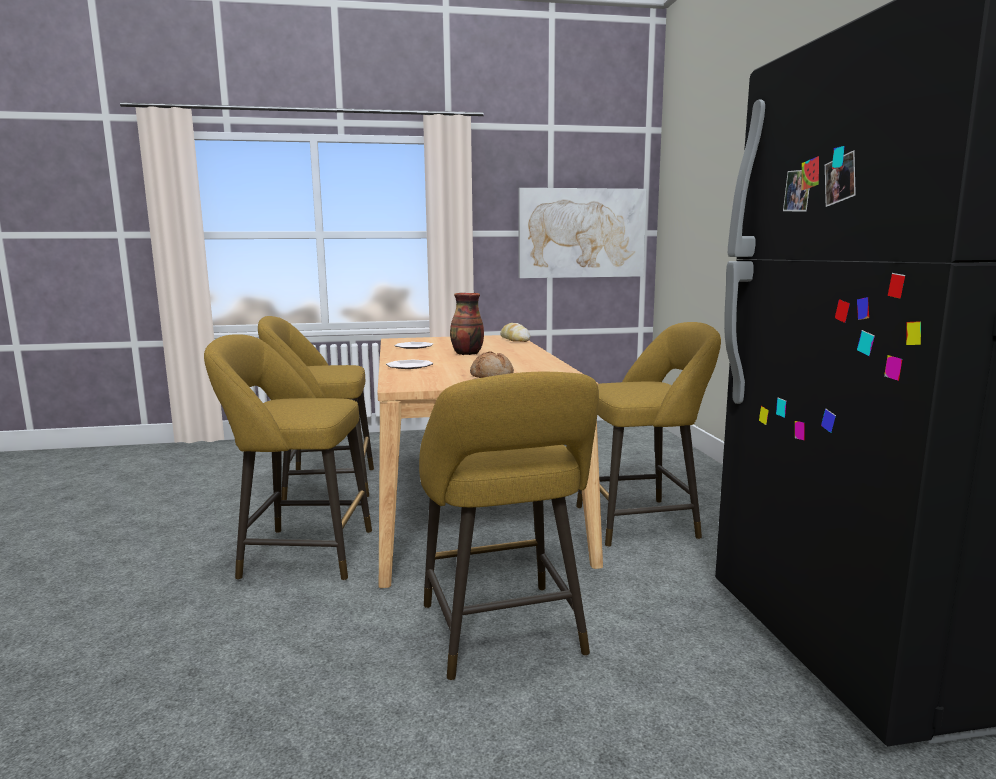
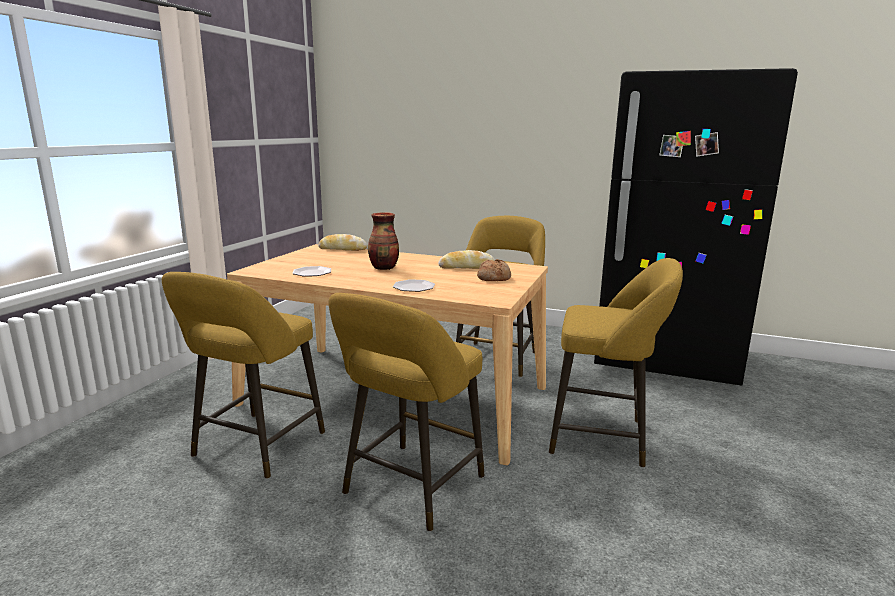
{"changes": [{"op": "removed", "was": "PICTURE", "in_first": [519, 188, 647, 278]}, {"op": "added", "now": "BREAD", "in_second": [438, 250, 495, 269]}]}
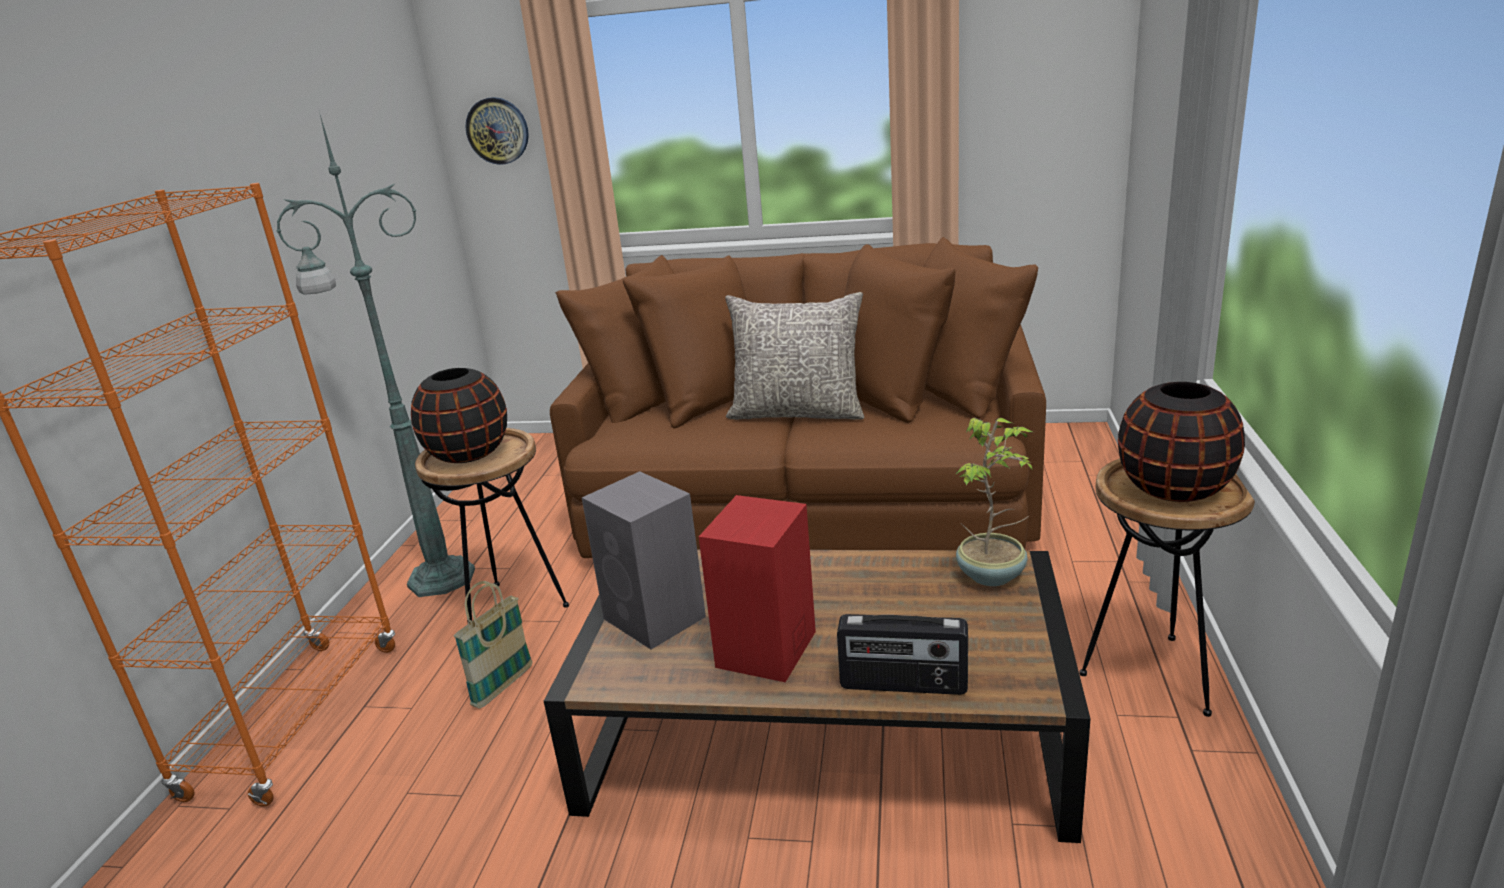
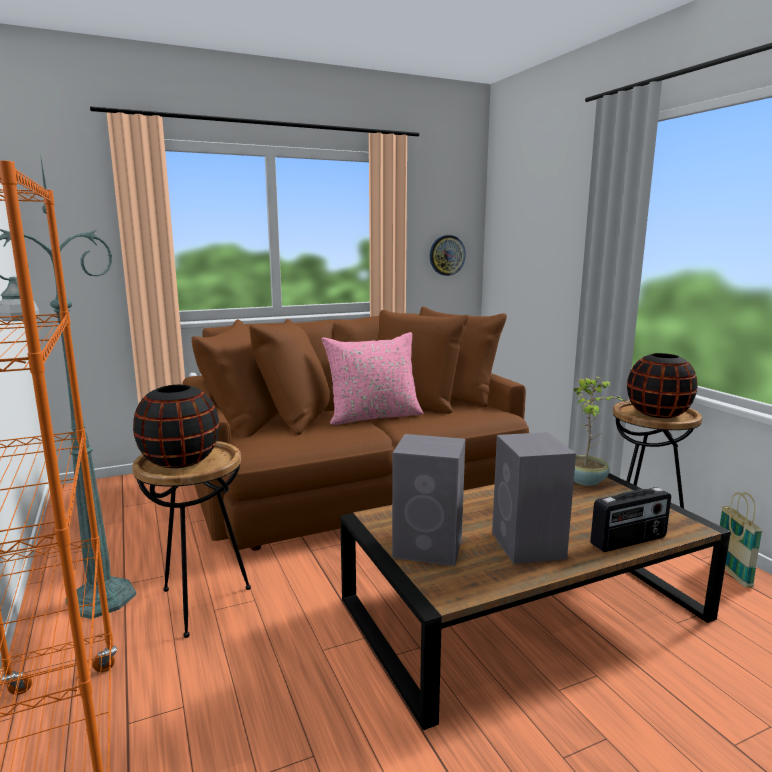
{"changes": [{"op": "moved", "was": "BASKET", "in_first": [454, 581, 532, 708], "in_second": [720, 492, 763, 587]}, {"op": "moved", "was": "WALL CLOCK", "in_first": [466, 97, 529, 165], "in_second": [430, 235, 466, 276]}, {"op": "recoloured", "was": "RED SPEAKER", "now": "GREY SPEAKER", "in_first": [699, 495, 816, 682], "in_second": [492, 432, 576, 564]}, {"op": "recoloured", "was": "GREY PILLOW", "now": "PINK PILLOW", "in_first": [725, 292, 864, 420], "in_second": [321, 332, 423, 425]}]}
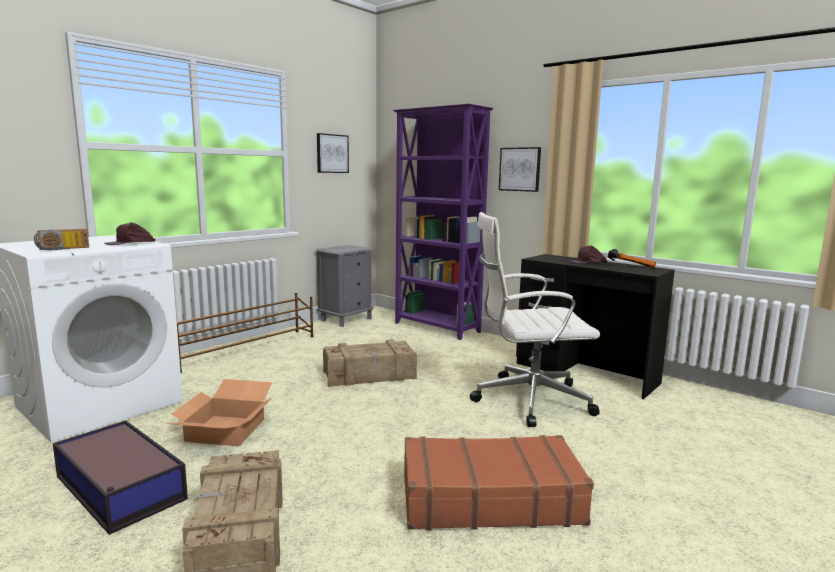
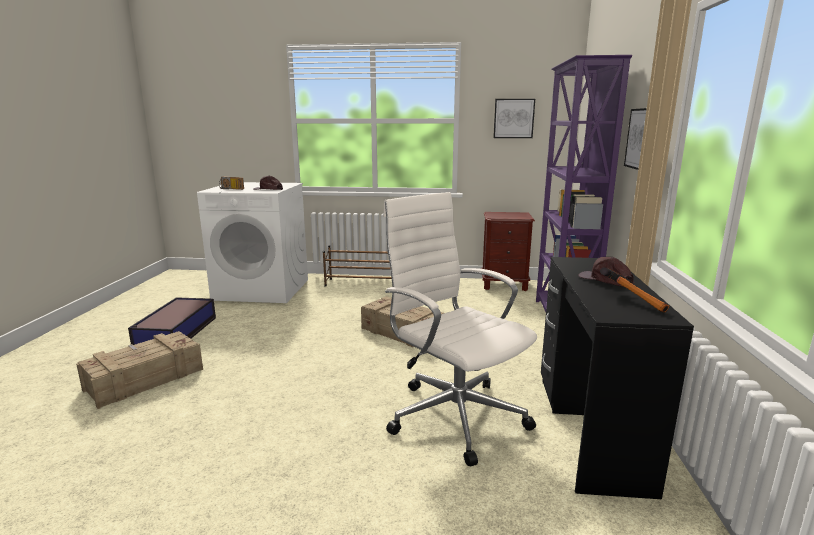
{"changes": [{"op": "removed", "was": "CARDBOARD BOX", "in_first": [167, 379, 273, 446]}, {"op": "removed", "was": "BROWN SUITCASE", "in_first": [404, 435, 594, 530]}, {"op": "recoloured", "was": "GREY NIGHTSTAND", "now": "BROWN NIGHTSTAND", "in_first": [316, 245, 373, 327], "in_second": [481, 212, 535, 291]}]}
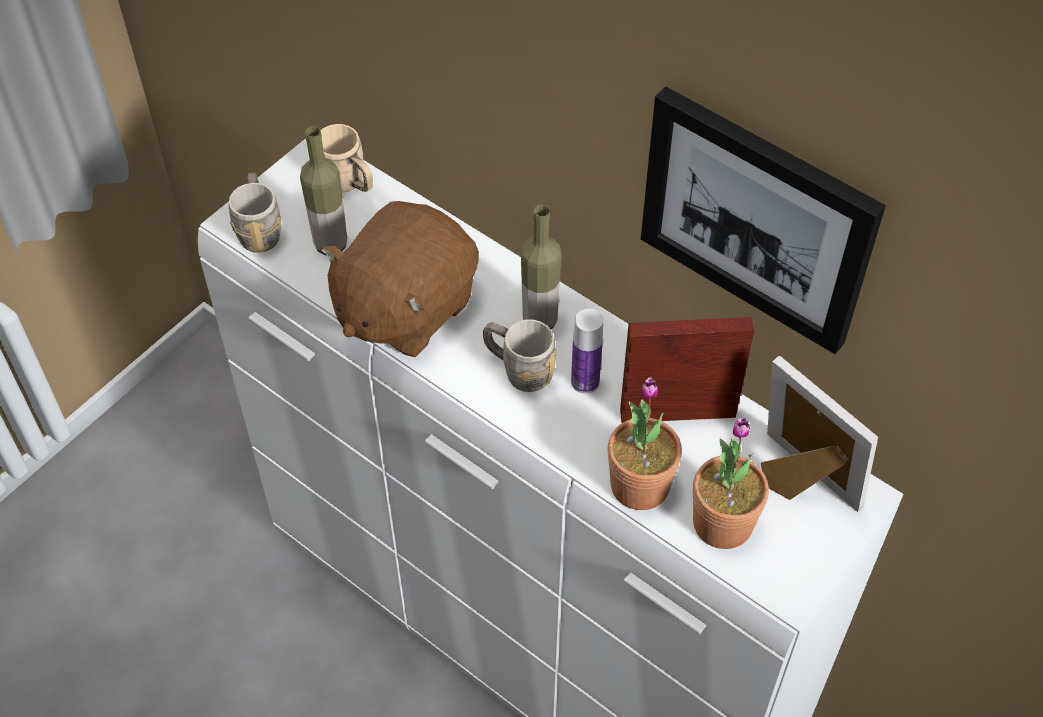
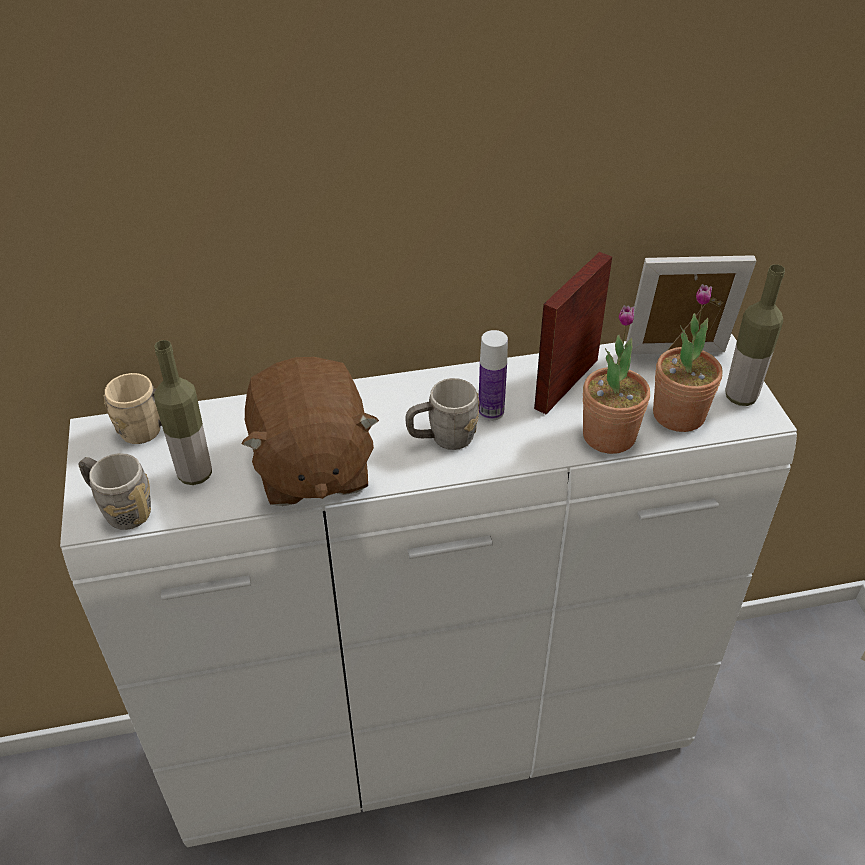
{"changes": [{"op": "removed", "was": "PICTURE", "in_first": [641, 86, 886, 354]}, {"op": "moved", "was": "BOTTLE", "in_first": [521, 205, 561, 329], "in_second": [726, 264, 785, 406]}]}
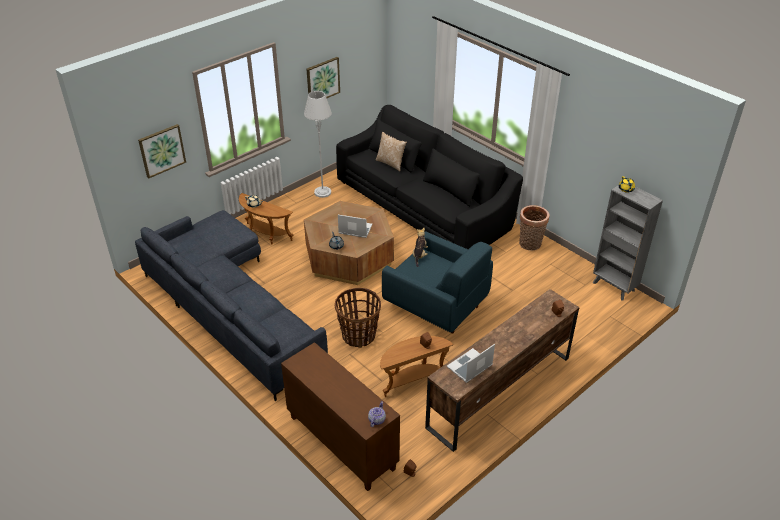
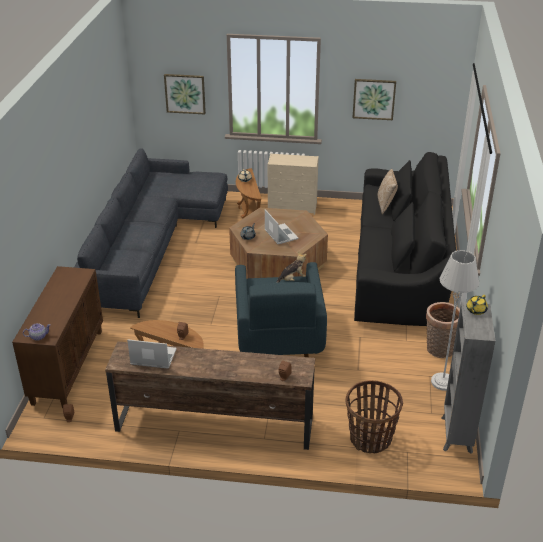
{"changes": [{"op": "added", "now": "BEIGE DRESSER", "in_second": [268, 153, 319, 215]}, {"op": "moved", "was": "GREY FLOOR LAMP", "in_first": [304, 91, 332, 198], "in_second": [431, 250, 479, 391]}, {"op": "moved", "was": "BASKET", "in_first": [335, 288, 381, 348], "in_second": [345, 380, 403, 453]}]}
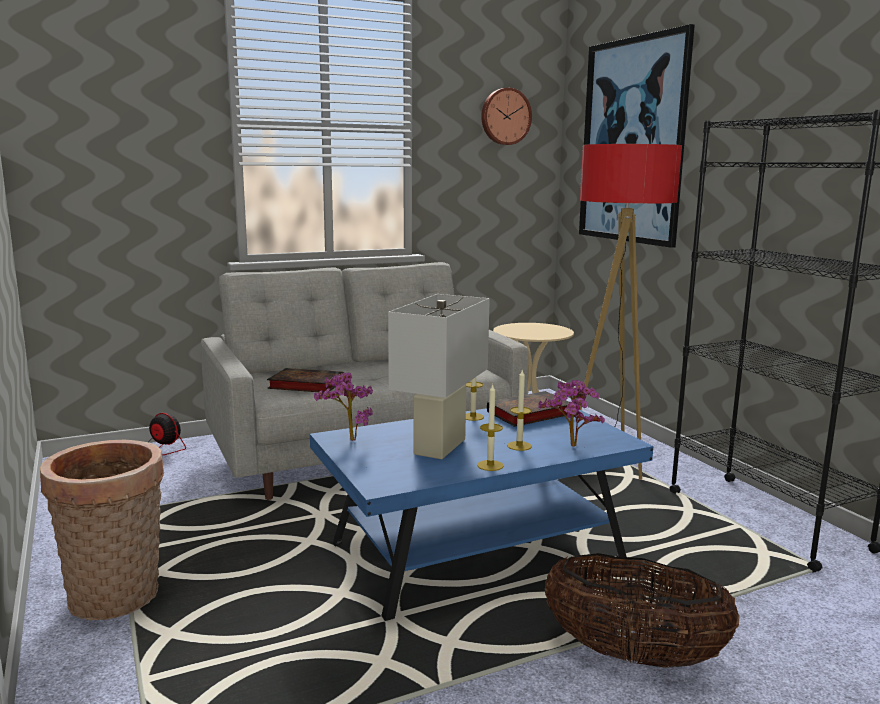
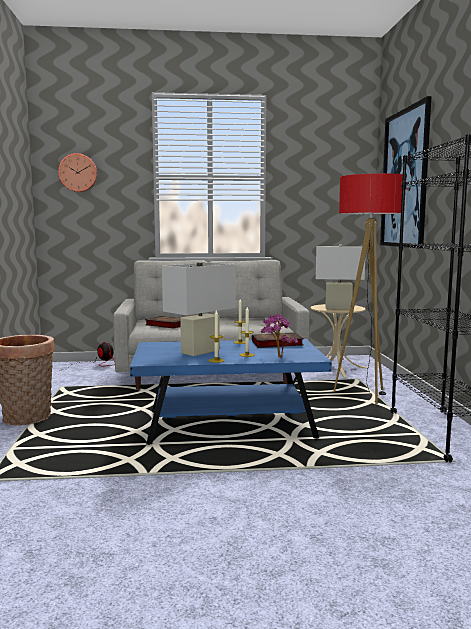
{"changes": [{"op": "removed", "was": "POTTED PLANT", "in_first": [314, 373, 373, 441]}, {"op": "removed", "was": "BASKET", "in_first": [545, 553, 740, 668]}, {"op": "added", "now": "WHITE TABLE LAMP", "in_second": [316, 245, 365, 310]}, {"op": "moved", "was": "WALL CLOCK", "in_first": [481, 88, 532, 145], "in_second": [58, 153, 97, 192]}]}
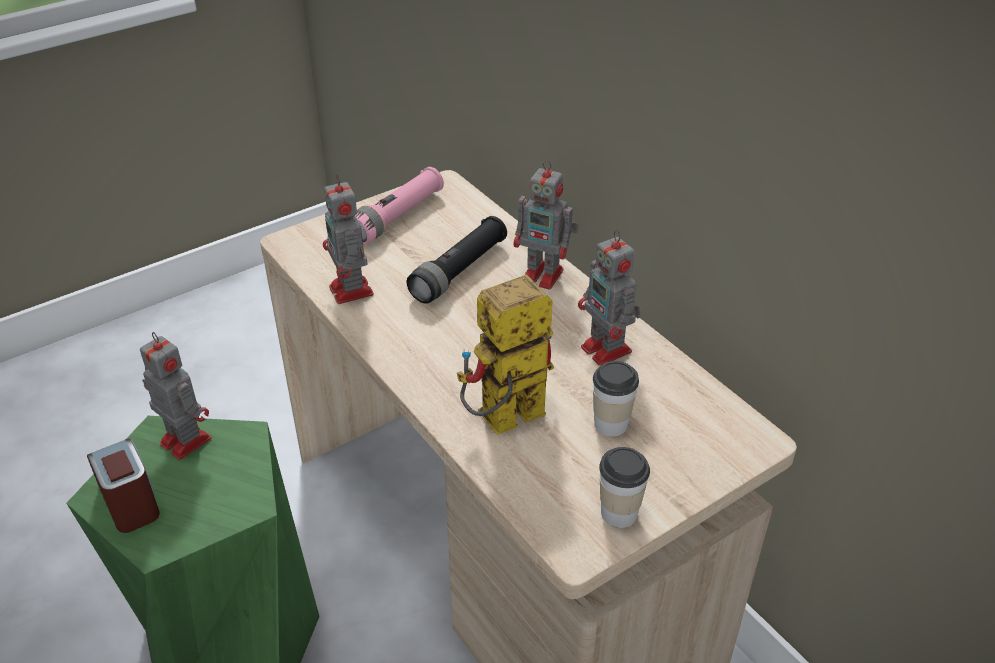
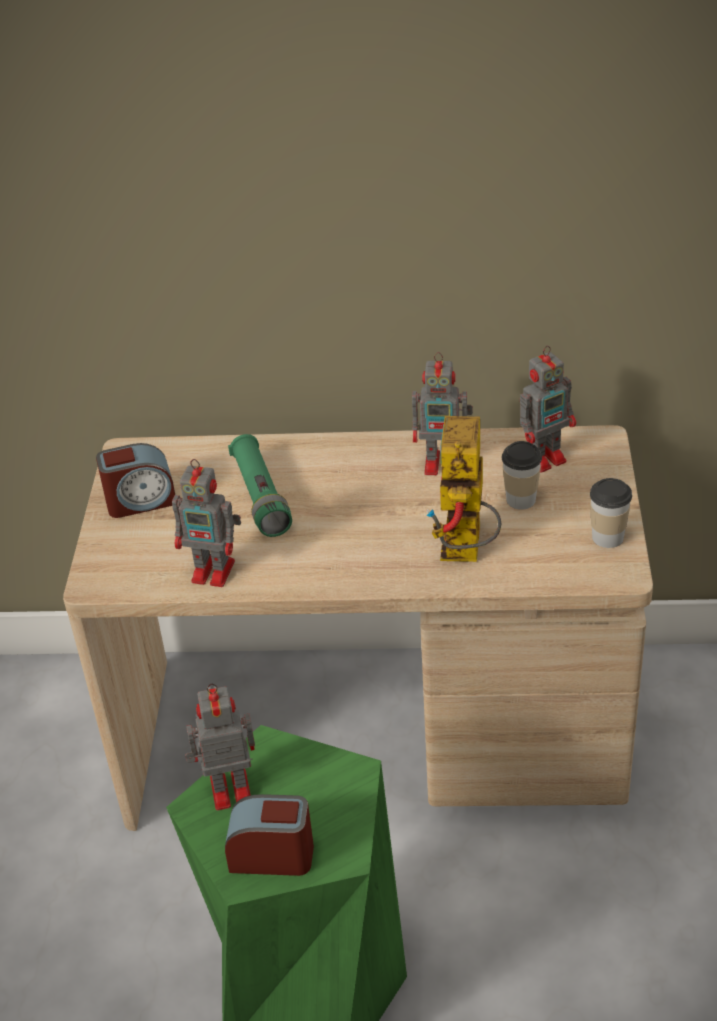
{"changes": [{"op": "moved", "was": "TOY ROBOT", "in_first": [514, 160, 579, 290], "in_second": [520, 346, 576, 472]}, {"op": "replaced", "was": "PINK FLASHLIGHT", "now": "ALARM CLOCK", "in_first": [355, 167, 444, 245], "in_second": [96, 443, 175, 518]}, {"op": "recoloured", "was": "BLACK FLASHLIGHT", "now": "GREEN FLASHLIGHT", "in_first": [407, 216, 507, 304], "in_second": [228, 434, 292, 537]}]}
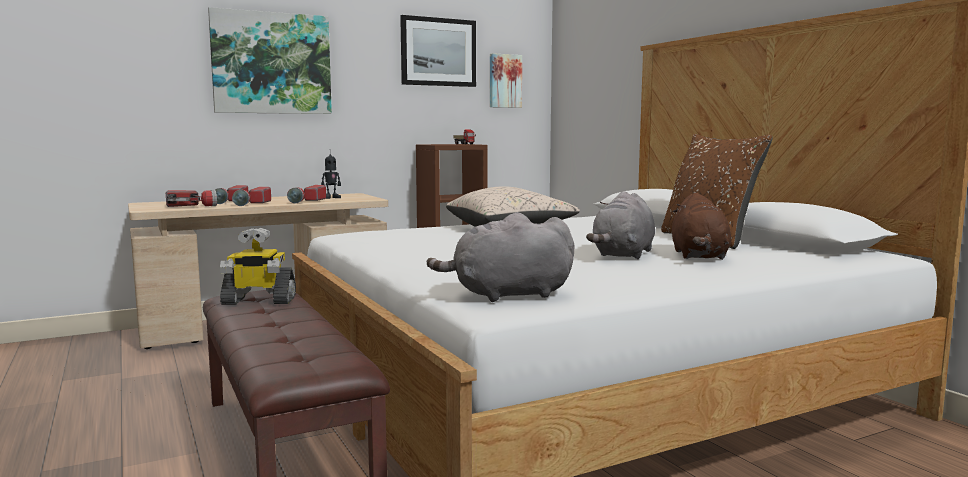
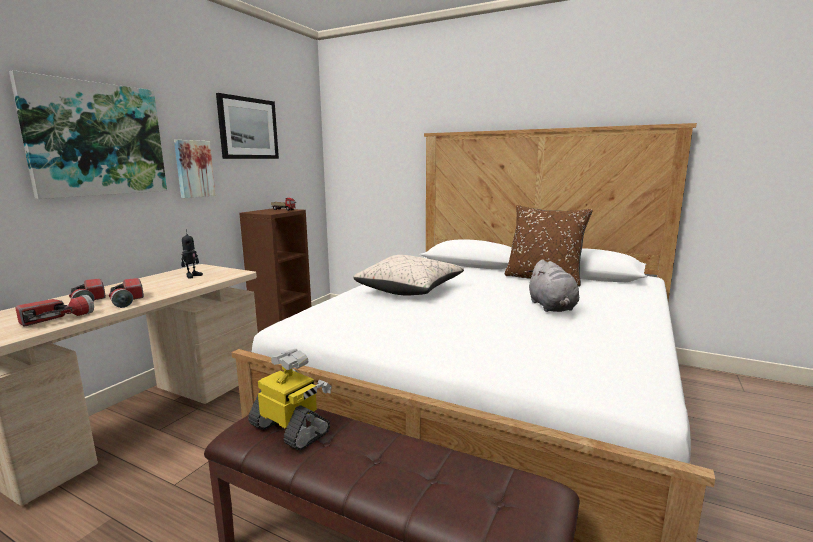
{"changes": [{"op": "removed", "was": "FLASHLIGHT", "in_first": [287, 185, 326, 203]}, {"op": "removed", "was": "GREY PLUSH TOY", "in_first": [427, 212, 575, 302]}, {"op": "removed", "was": "BROWN PLUSH TOY", "in_first": [672, 193, 731, 260]}, {"op": "moved", "was": "PICTURE", "in_first": [490, 53, 522, 108], "in_second": [174, 140, 216, 198]}, {"op": "turned", "was": "TOY ROBOT", "in_first": [220, 228, 296, 305], "in_second": [248, 349, 332, 450], "clockwise": -105}]}
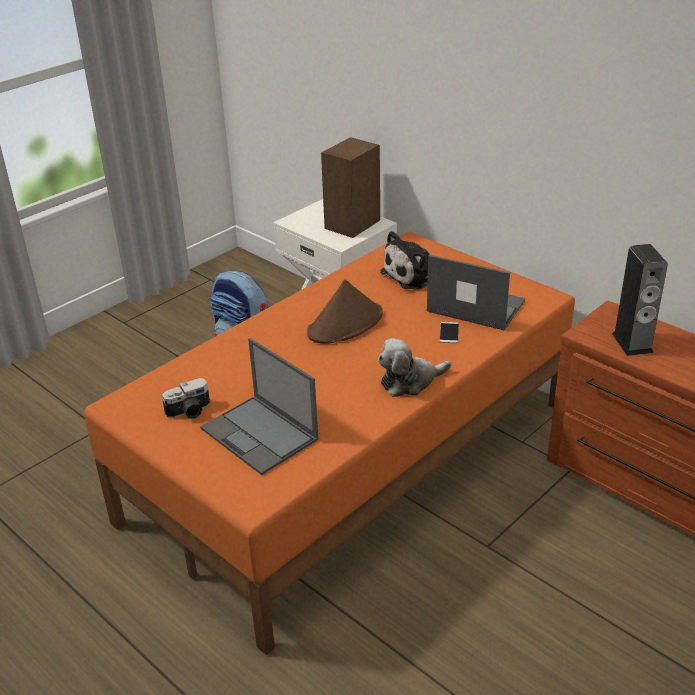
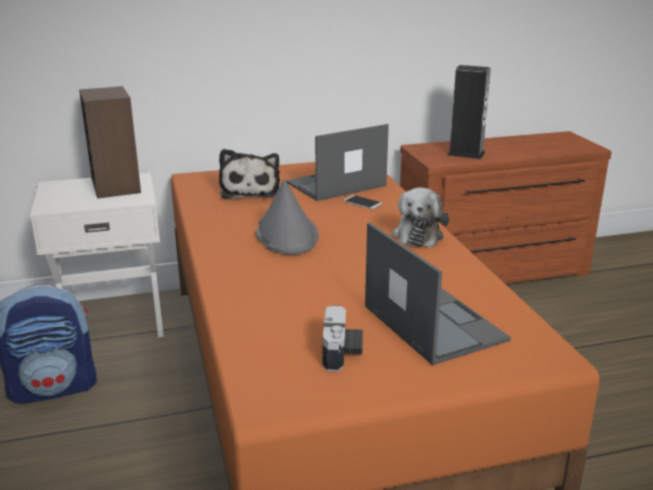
{"changes": [{"op": "recoloured", "was": "BROWN HAT", "now": "GREY HAT", "in_first": [307, 280, 383, 344], "in_second": [256, 179, 319, 255]}, {"op": "turned", "was": "LAPTOP", "in_first": [200, 338, 319, 475], "in_second": [365, 223, 511, 365], "clockwise": -105}]}
